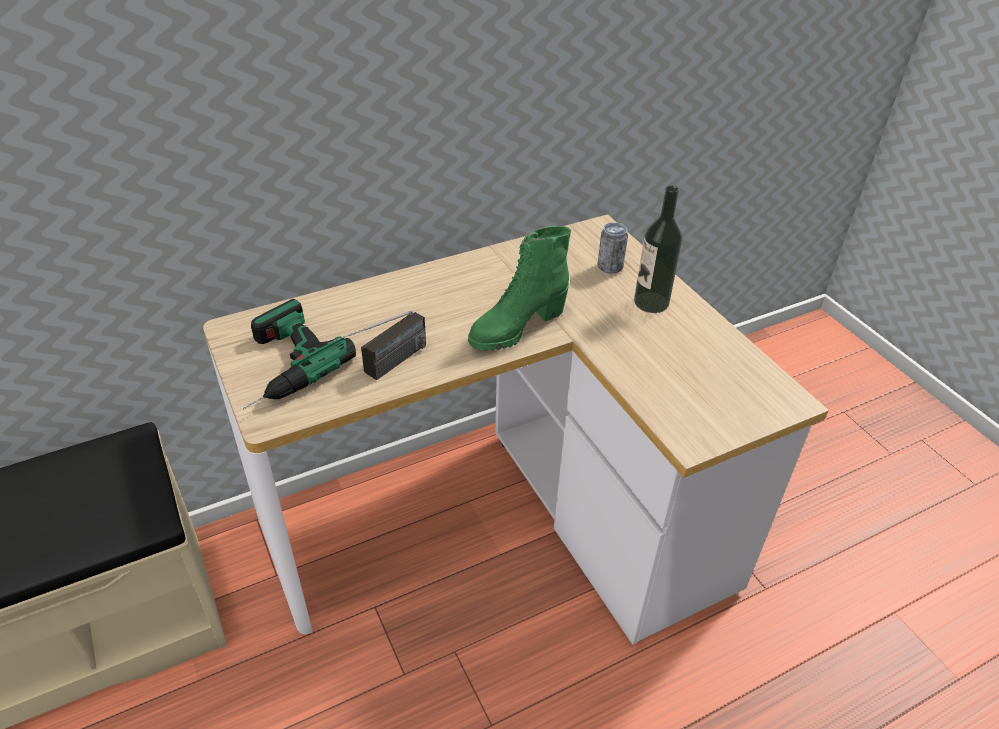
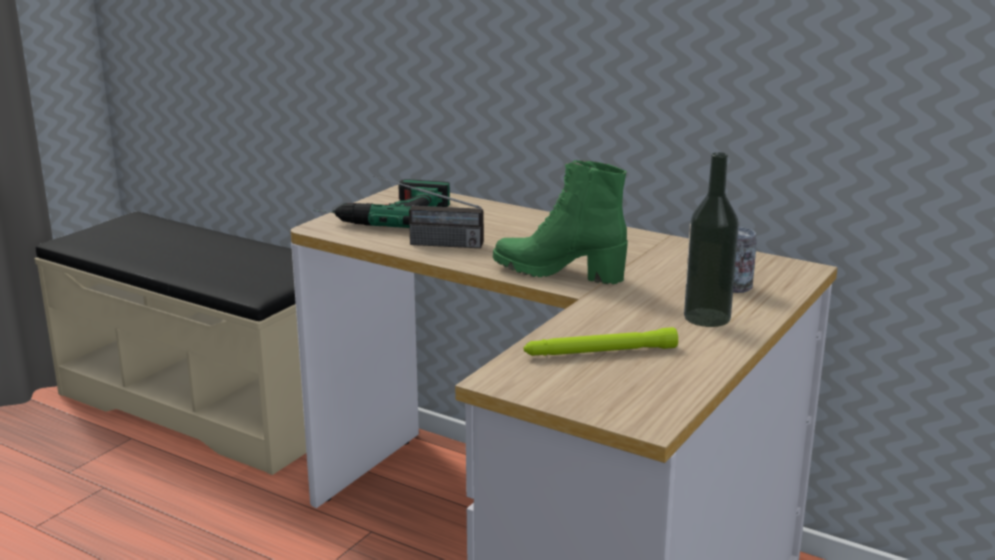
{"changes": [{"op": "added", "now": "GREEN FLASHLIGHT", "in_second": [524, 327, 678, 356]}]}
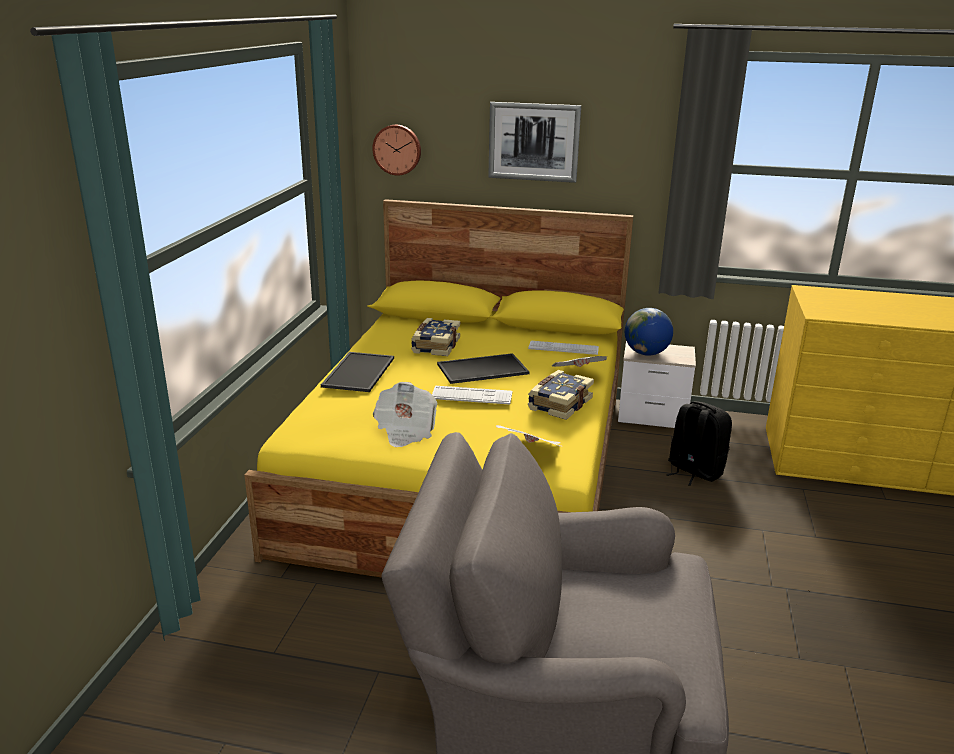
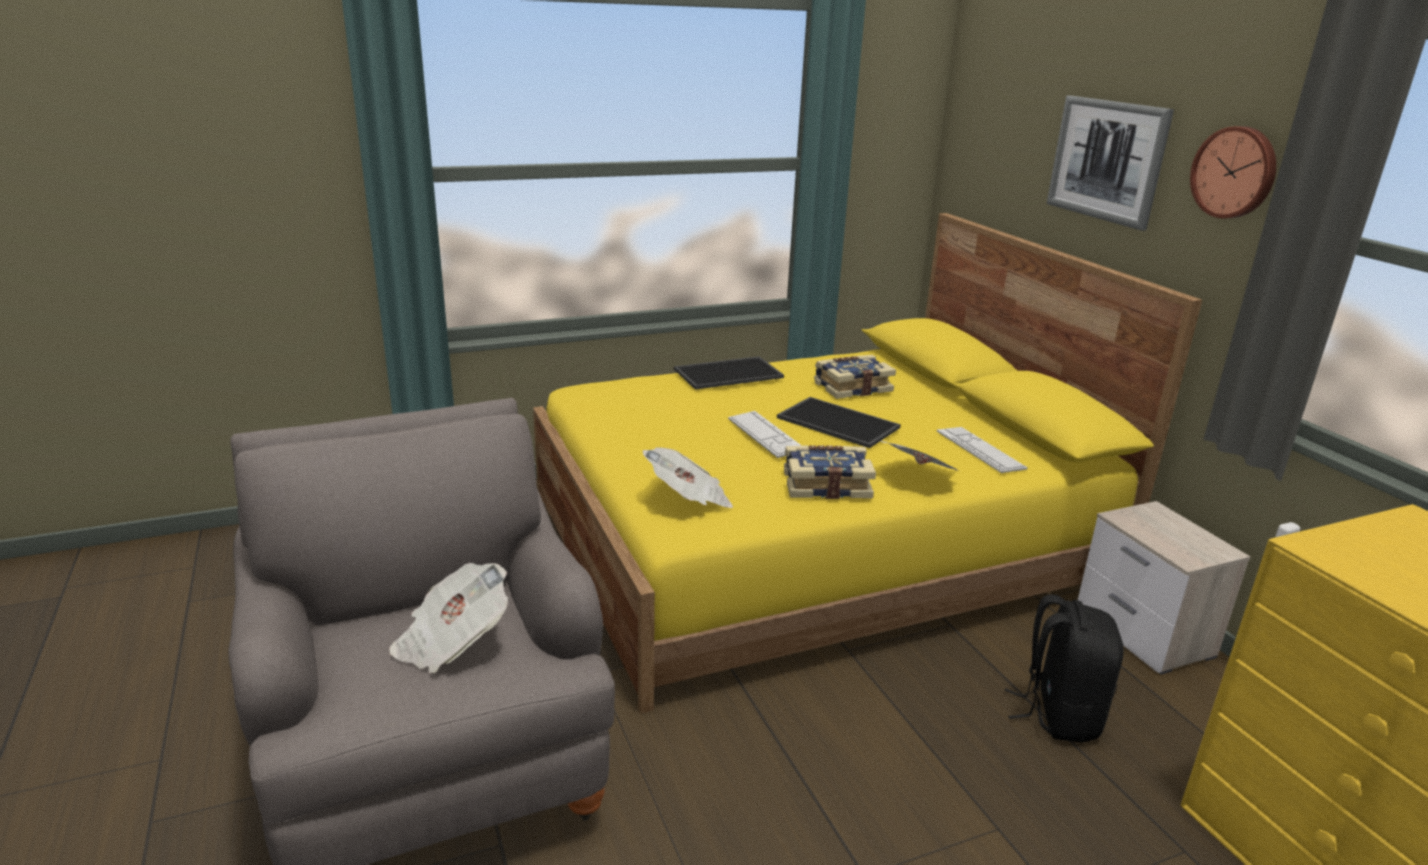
{"changes": [{"op": "removed", "was": "GLOBE", "in_first": [625, 308, 673, 356]}, {"op": "moved", "was": "WALL CLOCK", "in_first": [372, 125, 421, 176], "in_second": [1190, 126, 1276, 218]}, {"op": "moved", "was": "NEWSPAPER", "in_first": [373, 382, 438, 447], "in_second": [390, 563, 508, 673]}]}
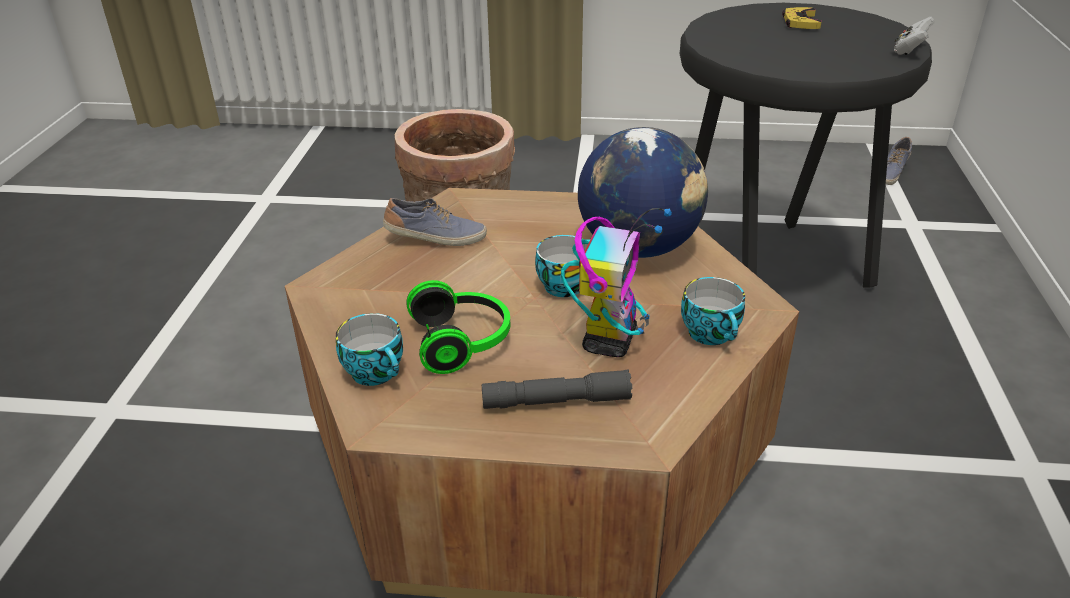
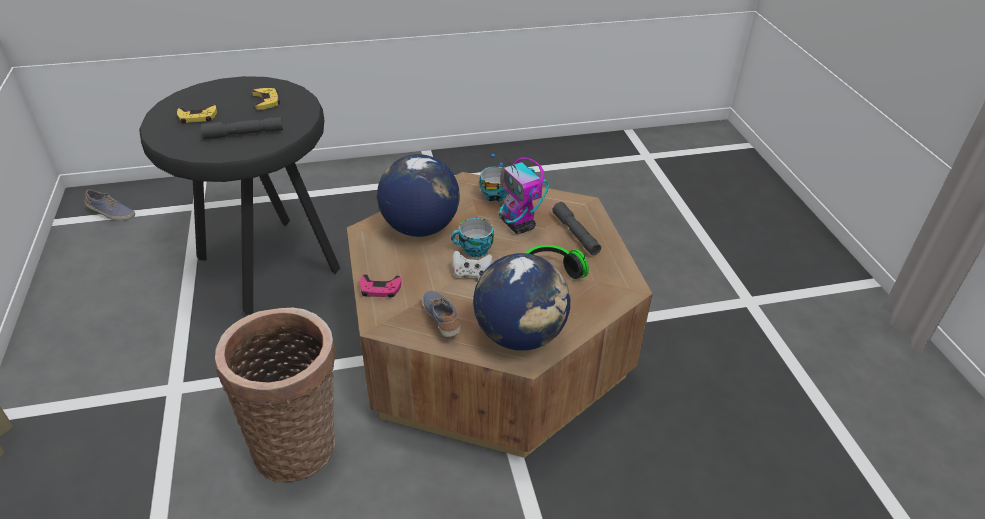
{"changes": [{"op": "removed", "was": "CUP", "in_first": [336, 313, 403, 386]}, {"op": "added", "now": "GREY FLASHLIGHT", "in_second": [201, 117, 283, 140]}, {"op": "added", "now": "YELLOW GAME CONTROLLER", "in_second": [252, 88, 280, 110]}, {"op": "added", "now": "PINK GAME CONTROLLER", "in_second": [360, 274, 401, 298]}, {"op": "added", "now": "GLOBE", "in_second": [473, 253, 570, 351]}, {"op": "moved", "was": "WHITE GAME CONTROLLER", "in_first": [894, 17, 934, 55], "in_second": [453, 250, 492, 279]}, {"op": "turned", "was": "TOY ROBOT", "in_first": [561, 208, 672, 357], "in_second": [491, 154, 549, 234], "clockwise": -120}]}
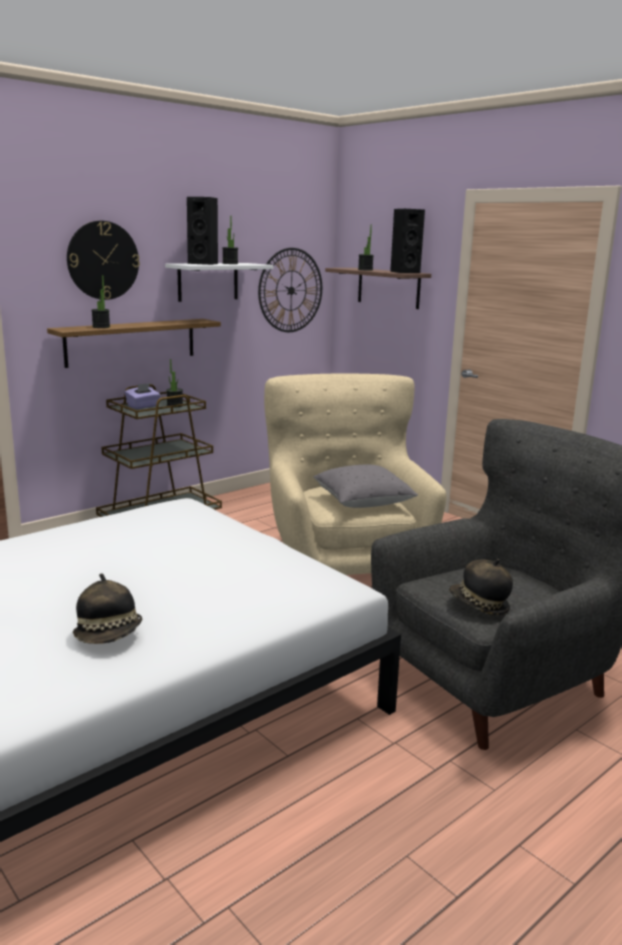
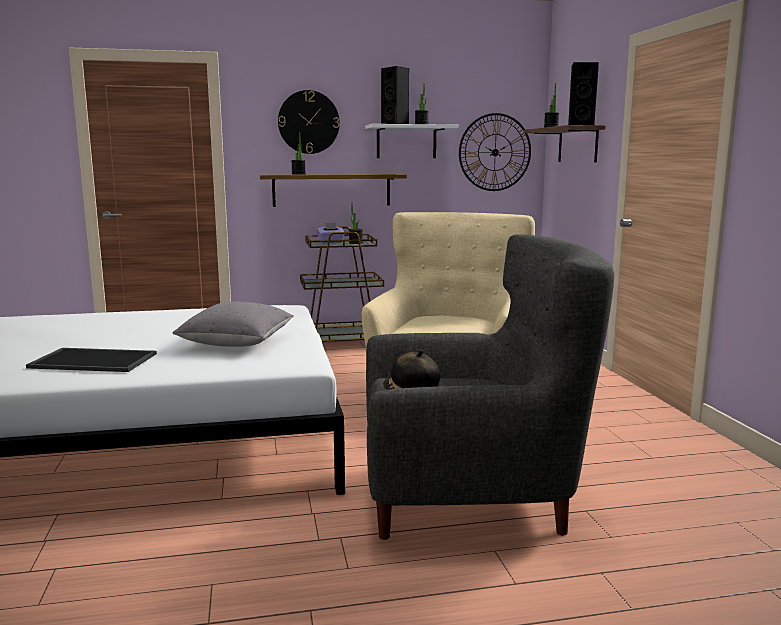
{"changes": [{"op": "moved", "was": "GREY PILLOW", "in_first": [313, 465, 418, 508], "in_second": [172, 302, 294, 347]}, {"op": "replaced", "was": "HAT", "now": "TRAY", "in_first": [73, 573, 142, 644], "in_second": [26, 348, 157, 372]}]}
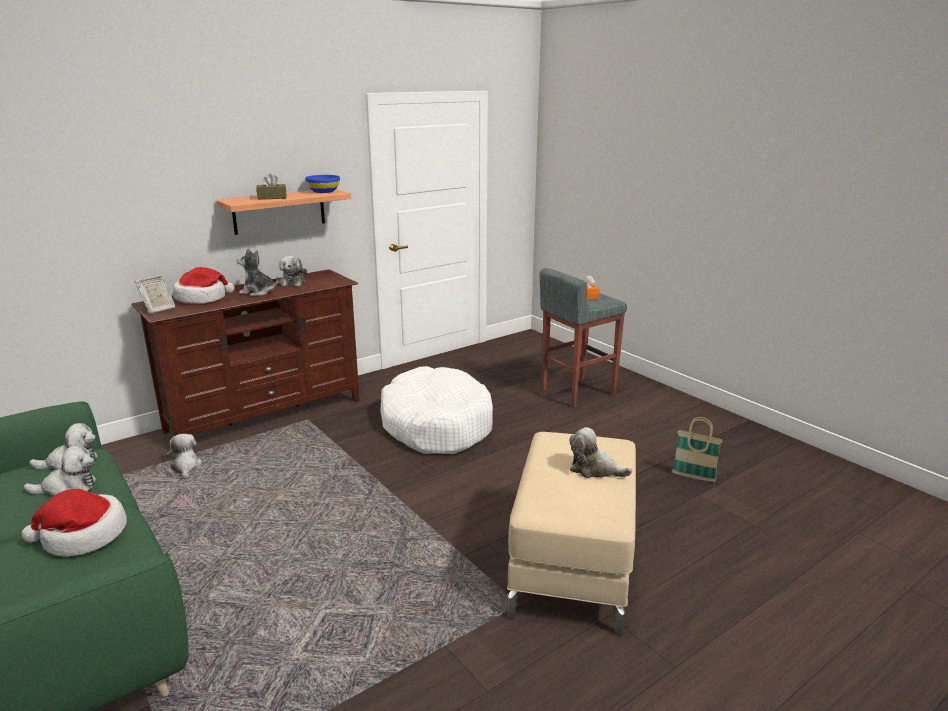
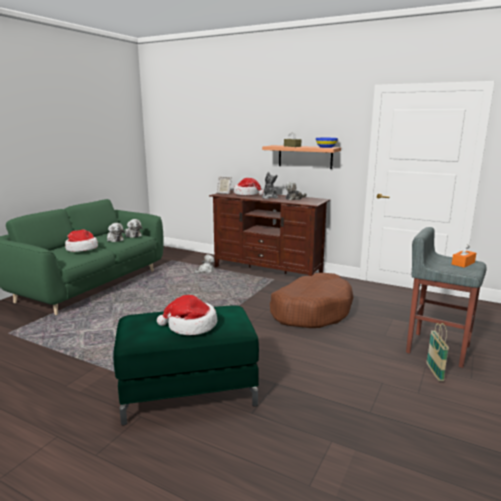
{"changes": [{"op": "moved", "was": "BASKET", "in_first": [672, 417, 723, 482], "in_second": [426, 323, 449, 381]}, {"op": "replaced", "was": "PLUSH TOY", "now": "HAT", "in_first": [569, 427, 632, 478], "in_second": [157, 295, 217, 335]}, {"op": "recoloured", "was": "WHITE DOG BED", "now": "BROWN DOG BED", "in_first": [380, 366, 493, 454], "in_second": [270, 273, 354, 328]}, {"op": "recoloured", "was": "BEIGE OTTOMAN", "now": "GREEN OTTOMAN", "in_first": [507, 432, 636, 636], "in_second": [114, 305, 259, 426]}]}
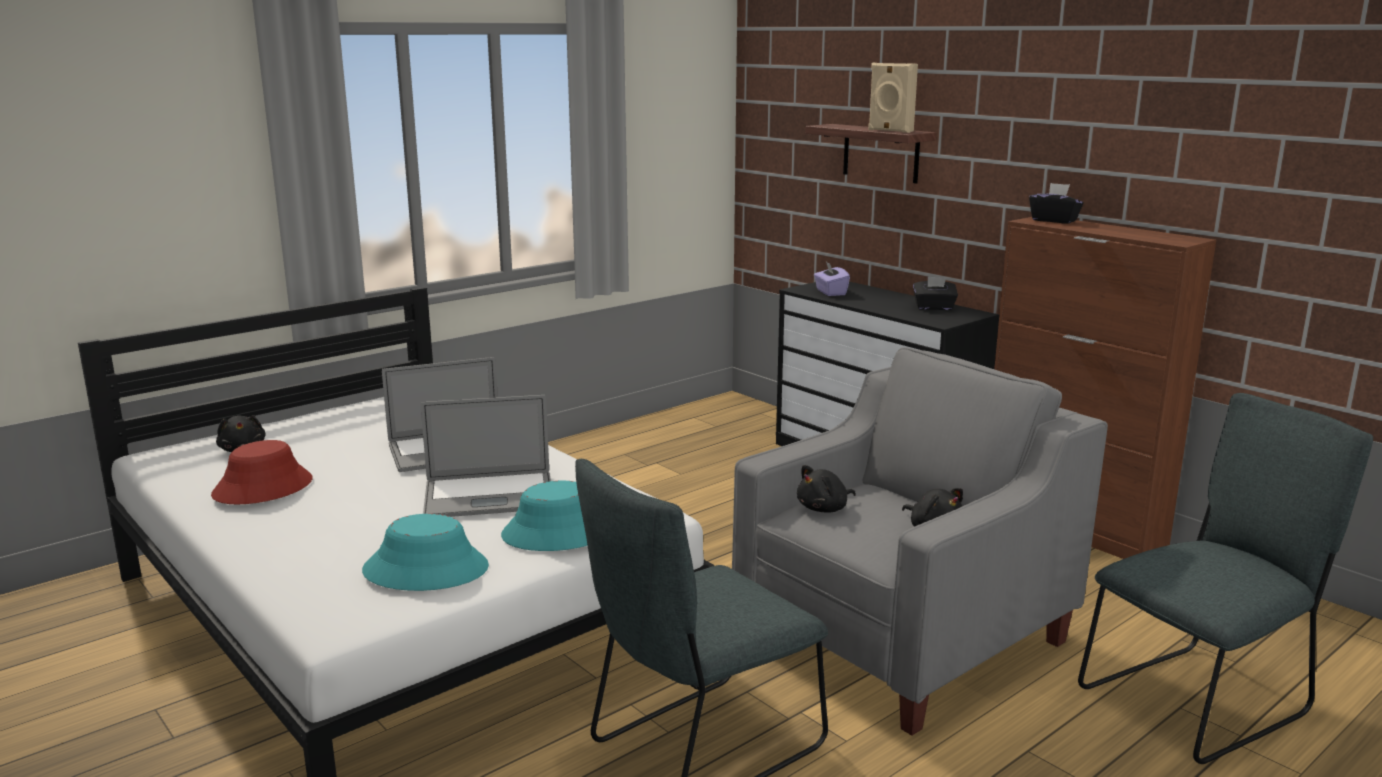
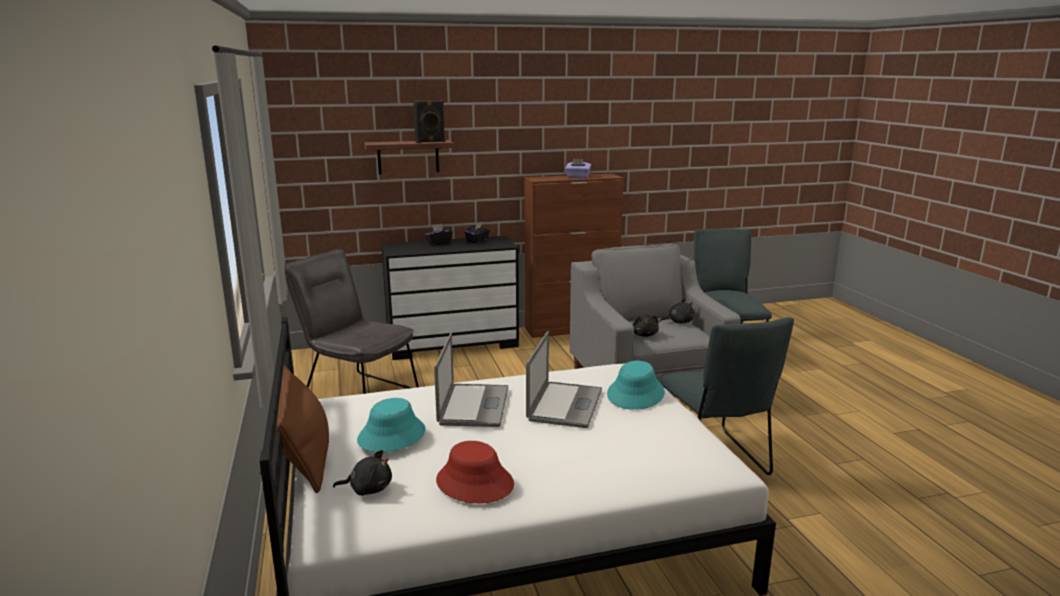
{"changes": [{"op": "added", "now": "BROWN PILLOW", "in_second": [276, 365, 329, 493]}, {"op": "added", "now": "GREY CHAIR", "in_second": [284, 249, 419, 394]}, {"op": "moved", "was": "TURQUOISE HAT", "in_first": [362, 514, 489, 591], "in_second": [357, 398, 425, 452]}, {"op": "moved", "was": "PURPLE TISSUE BOX", "in_first": [814, 262, 850, 296], "in_second": [565, 159, 591, 178]}, {"op": "moved", "was": "BLACK TISSUE BOX", "in_first": [1029, 183, 1084, 223], "in_second": [425, 224, 453, 246]}, {"op": "recoloured", "was": "BEIGE SPEAKER", "now": "BLACK SPEAKER", "in_first": [868, 63, 918, 133], "in_second": [413, 100, 445, 143]}]}
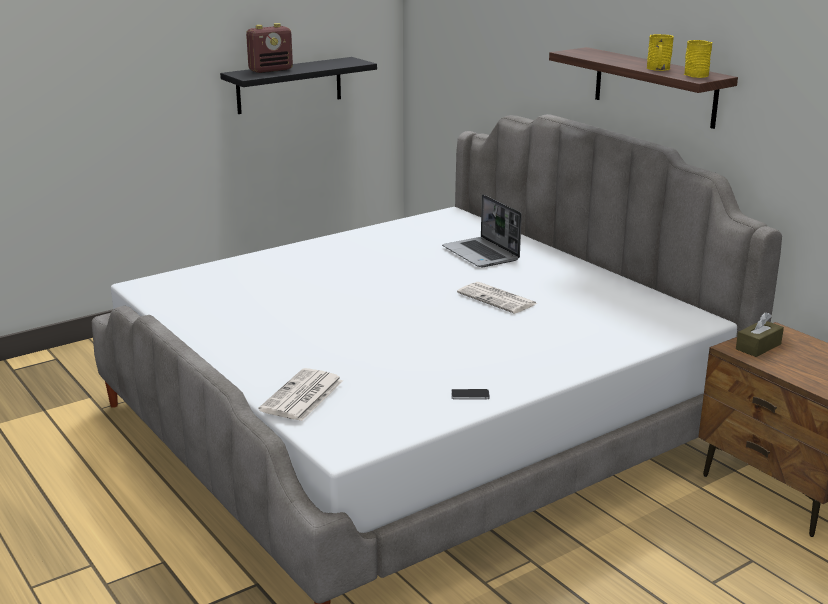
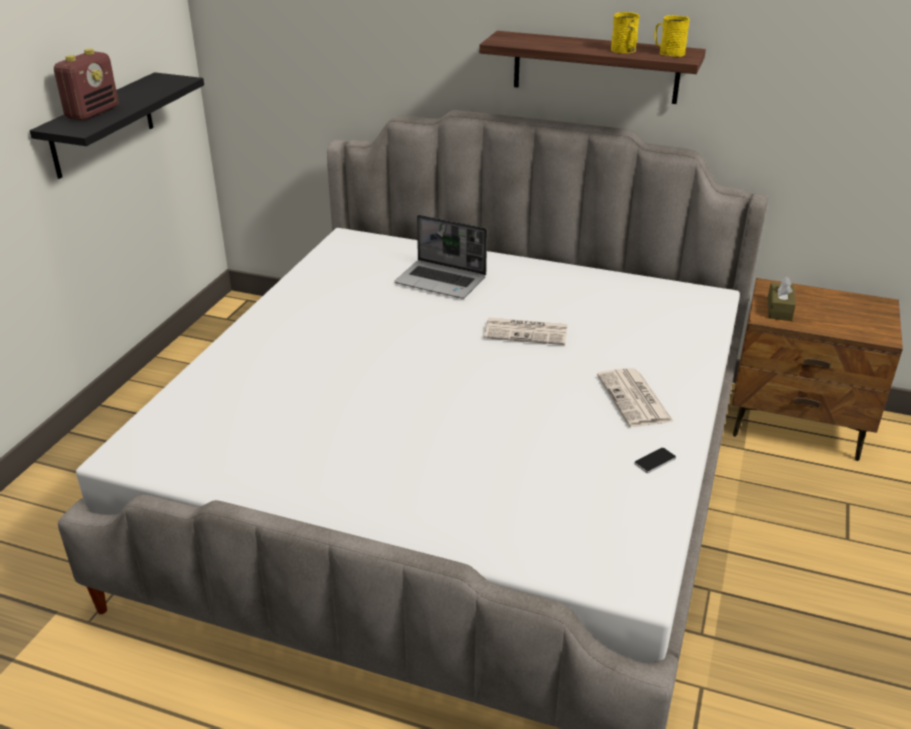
{"changes": [{"op": "moved", "was": "NEWSPAPER", "in_first": [259, 368, 343, 421], "in_second": [597, 368, 674, 427]}]}
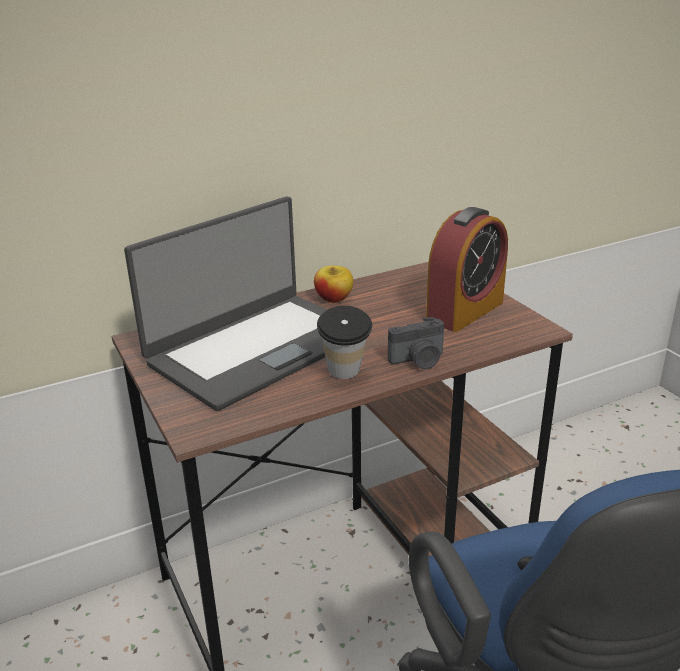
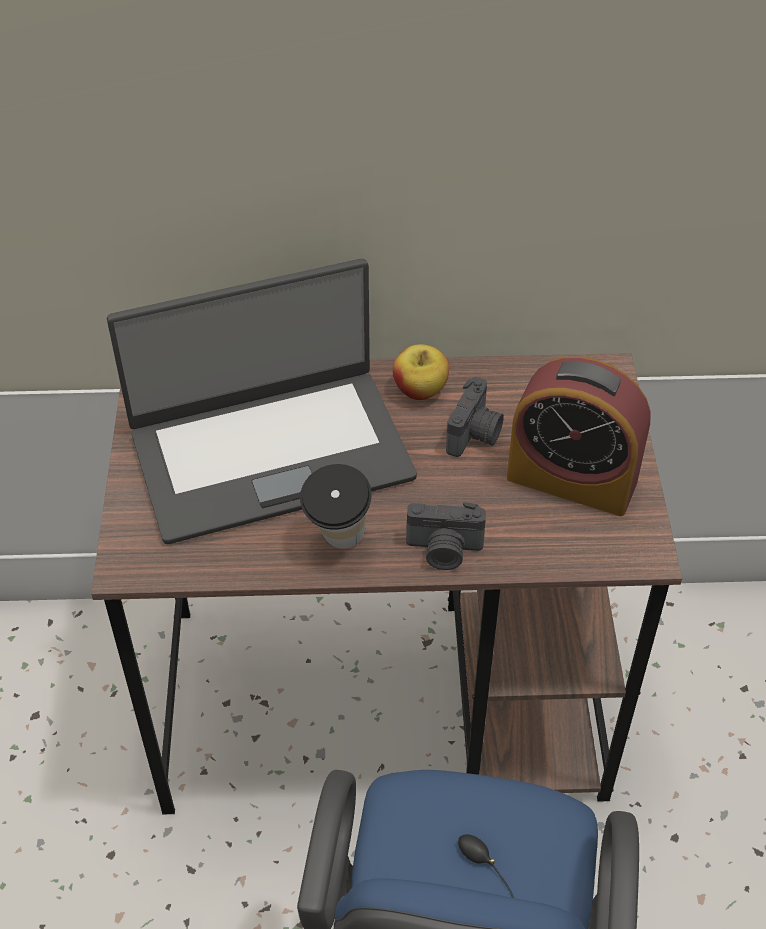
{"changes": [{"op": "added", "now": "PHOTO CAMERA", "in_second": [446, 377, 504, 457]}, {"op": "turned", "was": "ALARM CLOCK", "in_first": [426, 207, 508, 332], "in_second": [507, 357, 651, 516], "clockwise": 45}]}
